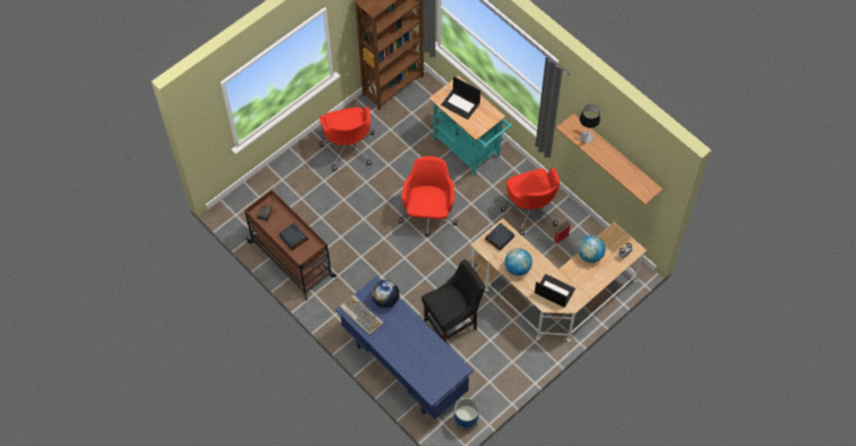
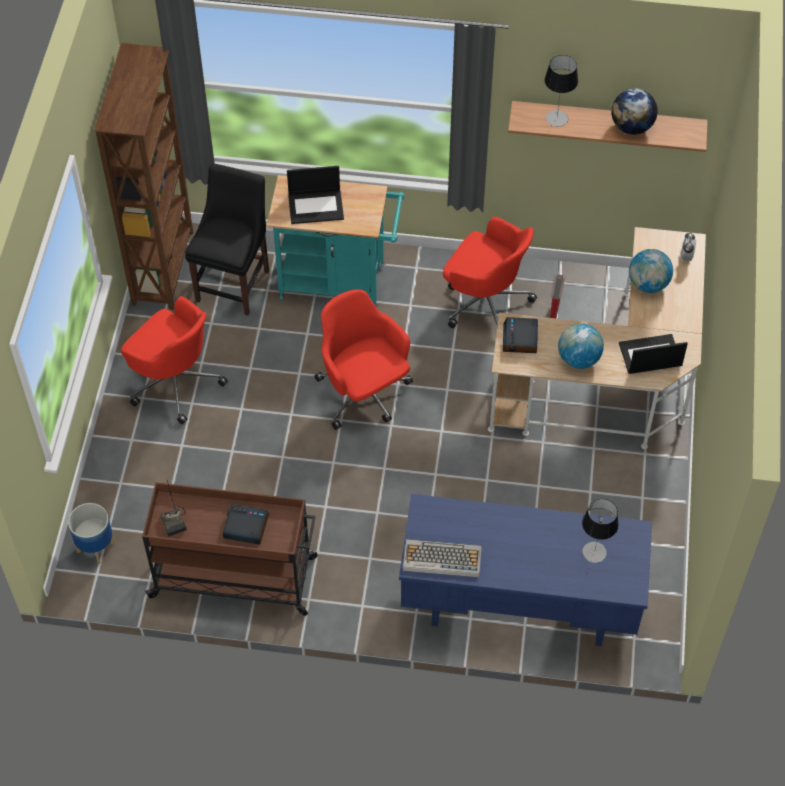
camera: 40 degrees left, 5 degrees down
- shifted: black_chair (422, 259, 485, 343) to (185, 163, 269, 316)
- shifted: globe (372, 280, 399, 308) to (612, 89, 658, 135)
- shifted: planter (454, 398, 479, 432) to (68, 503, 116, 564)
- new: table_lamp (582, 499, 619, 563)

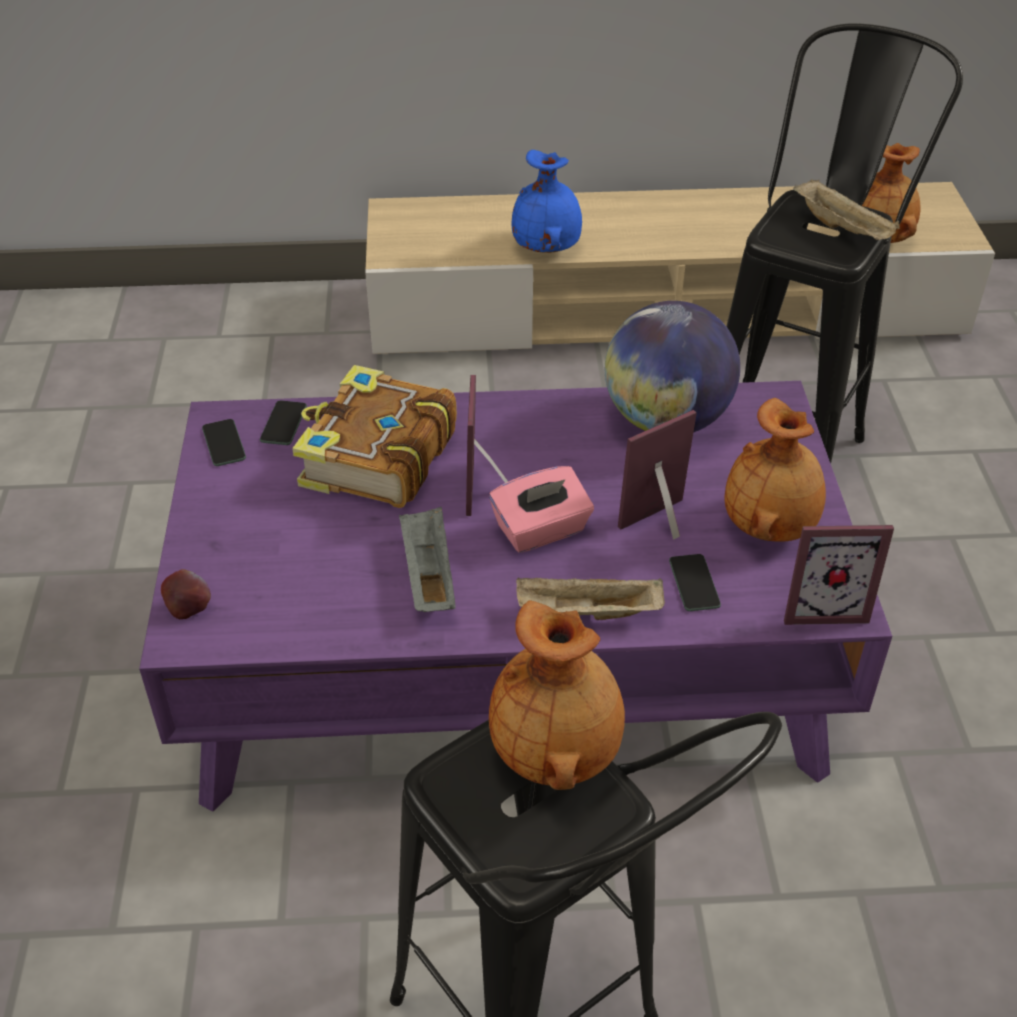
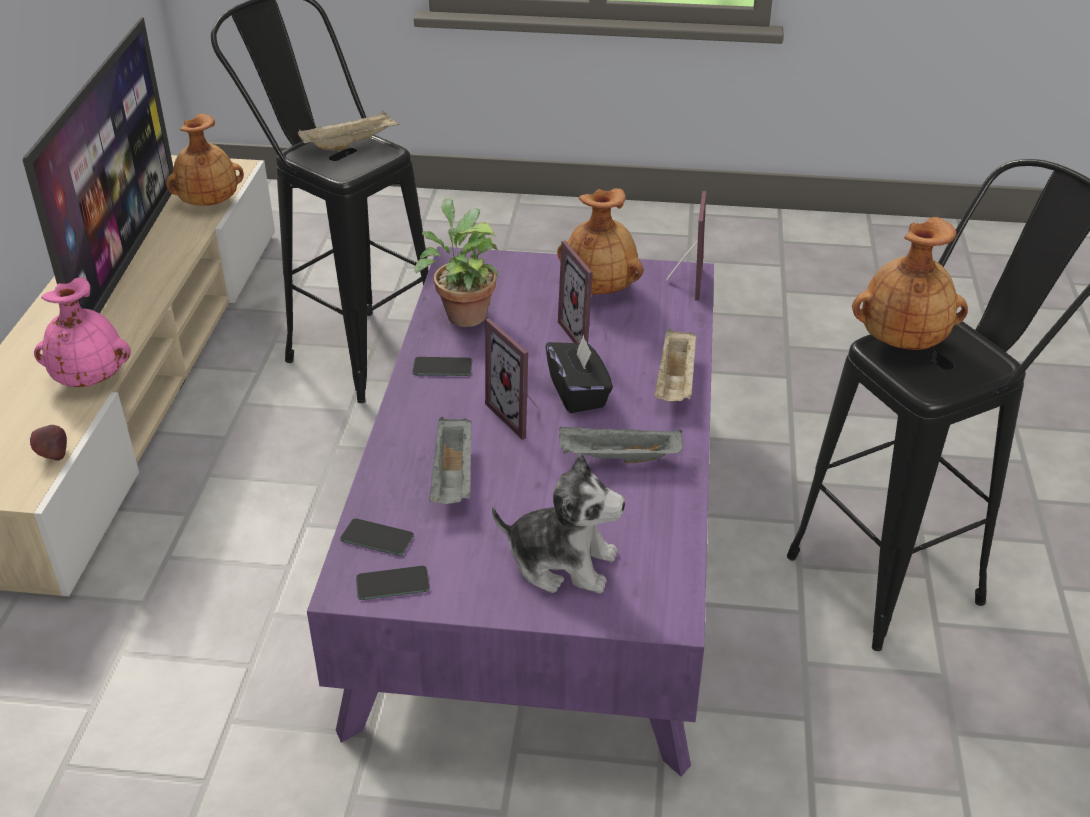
camera: 80 degrees left, 5 degrees down
- repainted: blue_vase (512, 150, 582, 253) to pink_vase (34, 277, 131, 387)
- swapped: globe (605, 301, 740, 433) to potted_plant (414, 198, 500, 327)
- swapped: book (292, 365, 457, 508) to grey_tray (429, 417, 472, 504)
- rotated: picture_frame (466, 375, 508, 516) = (485, 318, 538, 440) 45 degrees clockwise
- repainted: pink_tissue_box (489, 466, 594, 553) to black_tissue_box (546, 334, 613, 413)
- shifted: phone (669, 554, 721, 611) to (412, 357, 472, 376)
- shifted: apple (161, 569, 211, 619) to (30, 425, 67, 461)
- new: television (23, 17, 174, 313)
- new: plush_toy (492, 453, 625, 594)

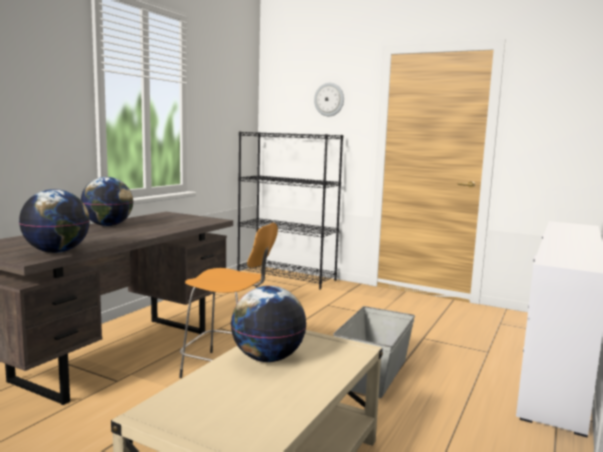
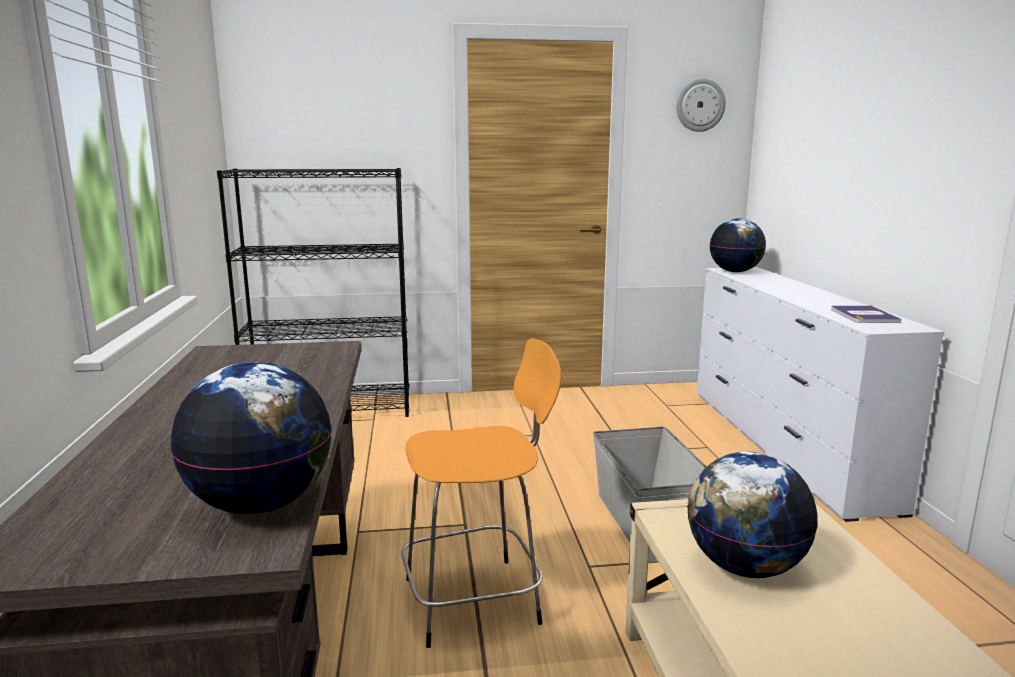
camera: 35 degrees left, 5 degrees up
- shifted: wall_clock (314, 83, 344, 116) to (676, 78, 726, 132)
- shifted: globe (81, 177, 133, 226) to (710, 218, 766, 272)
- new: book (831, 305, 902, 323)

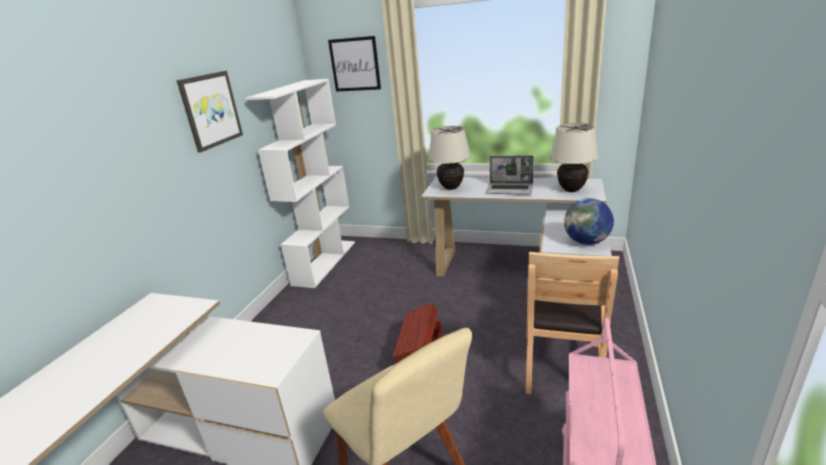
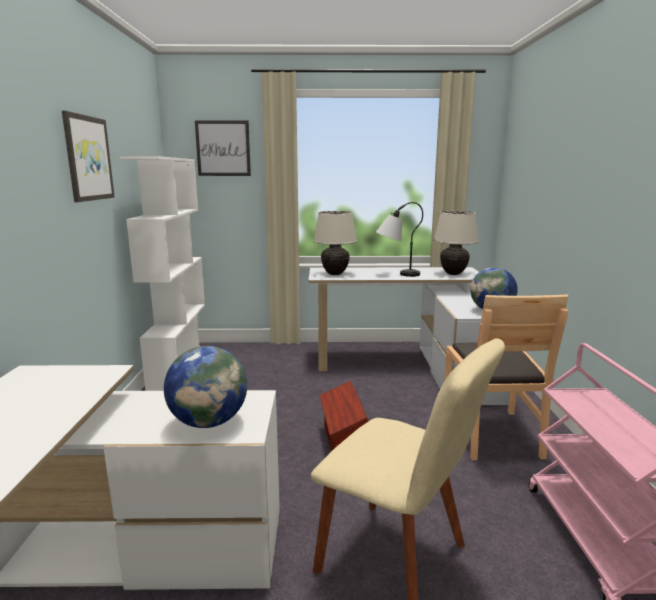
camera: 20 degrees left, 10 degrees down
- swapped: laptop (486, 156, 534, 195) to table_lamp (376, 202, 423, 277)
- new: globe (164, 346, 247, 428)

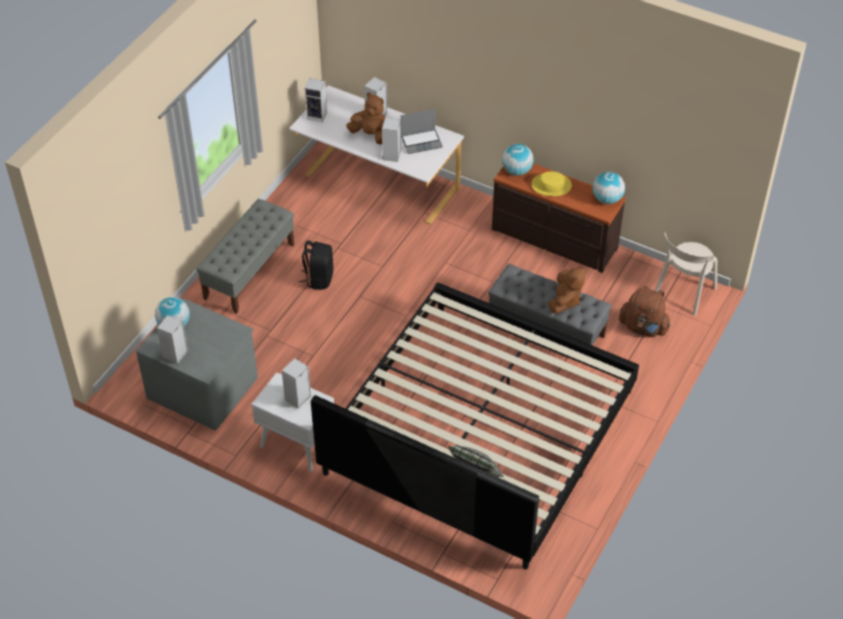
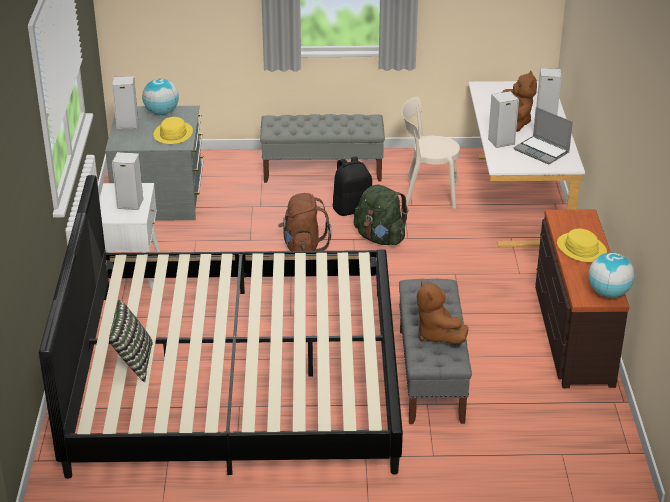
camera: 60 degrees right, 15 degrees down
- gone: speaker (304, 78, 327, 122)
- gone: globe (502, 144, 534, 176)
- shifted: beige_chair (655, 232, 717, 316) to (402, 97, 460, 209)
- rotated: brown_plush_toy (548, 266, 585, 313) = (417, 280, 469, 344) 75 degrees clockwise
- shifted: brown_backpack (619, 286, 671, 336) to (278, 193, 332, 251)
- new: yellow_hat (154, 117, 193, 144)
- new: green_backpack (354, 185, 408, 245)

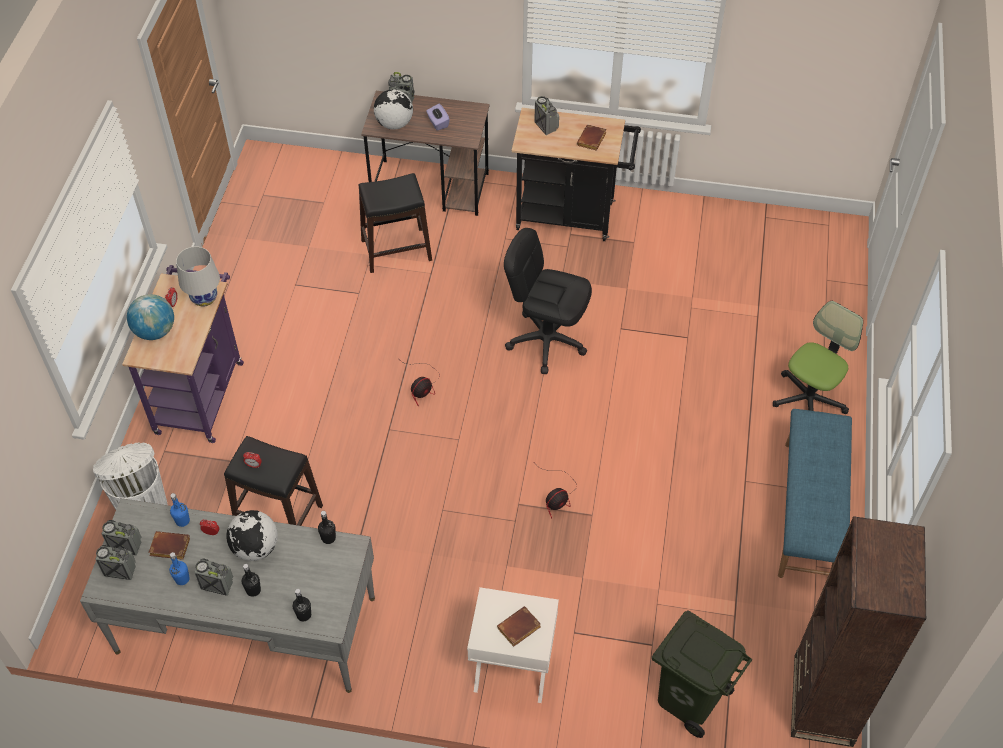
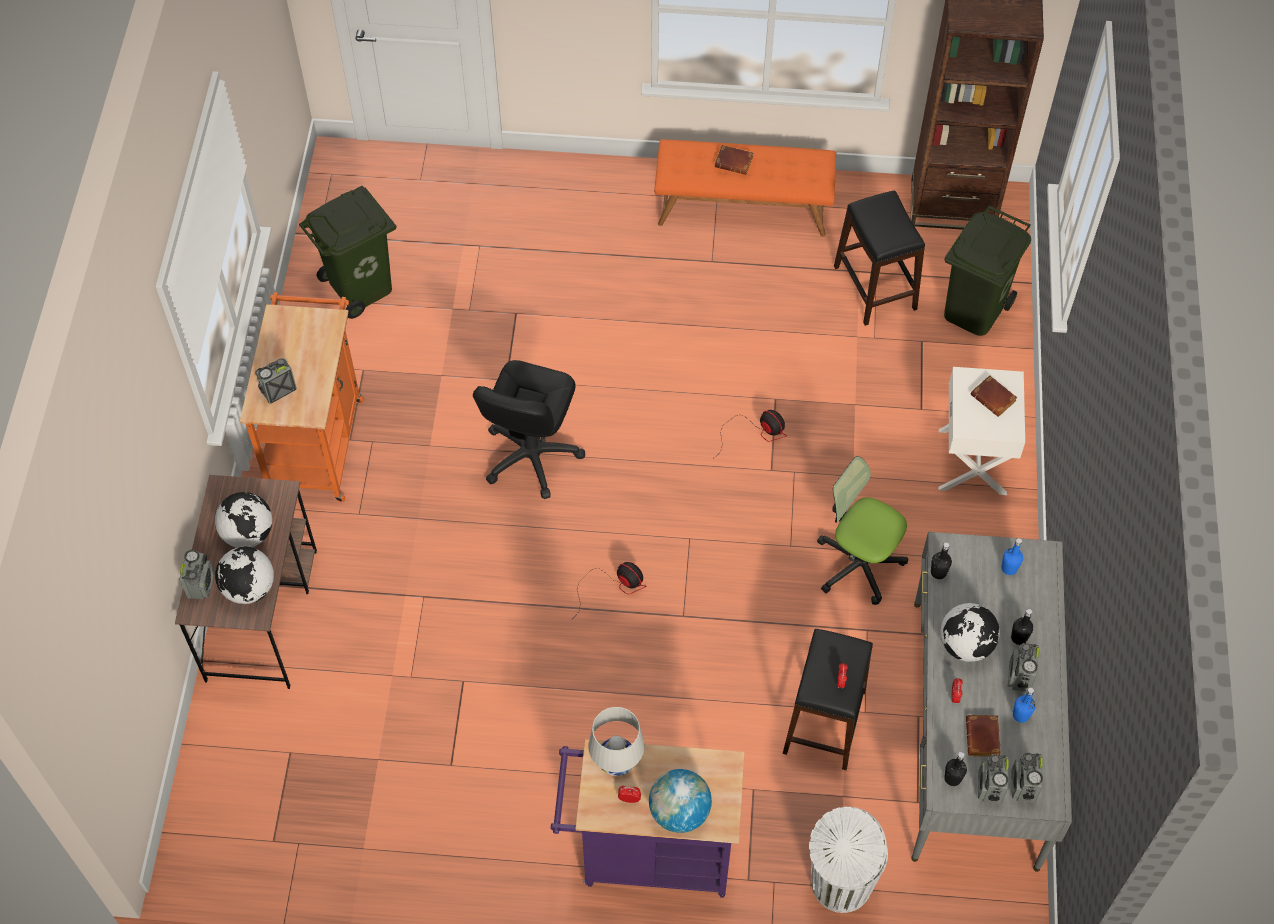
camera: 95 degrees left, 5 degrees up
- swapped: purple_tissue_box (426, 104, 450, 131) to globe (215, 492, 272, 548)
- repainted: black_cart (511, 108, 641, 241) to orange_cart (240, 292, 364, 502)
- shifted: brown_book (577, 125, 606, 151) to (714, 145, 753, 175)
- shifted: black_stool (358, 173, 432, 273) to (834, 191, 925, 326)
- shifted: office_chair (773, 301, 863, 414) to (817, 456, 908, 605)
- repainted: blue_bench (778, 409, 852, 578) to orange_bench (654, 140, 836, 237)
- shifted: blue_bottle (170, 493, 190, 527) to (1001, 538, 1023, 575)
- shifted: black_bottle (293, 589, 311, 621) to (944, 752, 967, 786)
- new: green_trash_can (299, 186, 397, 319)

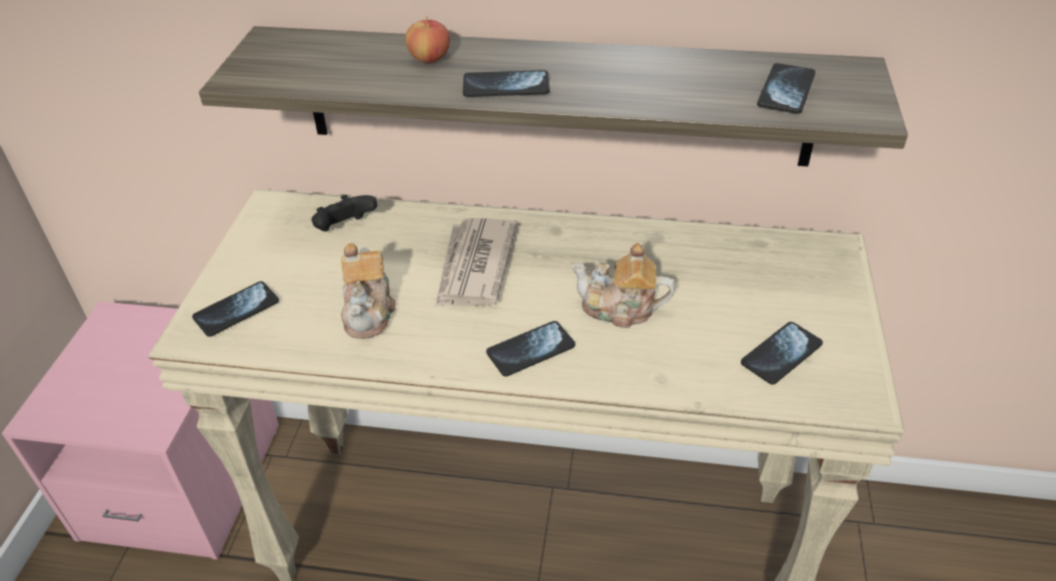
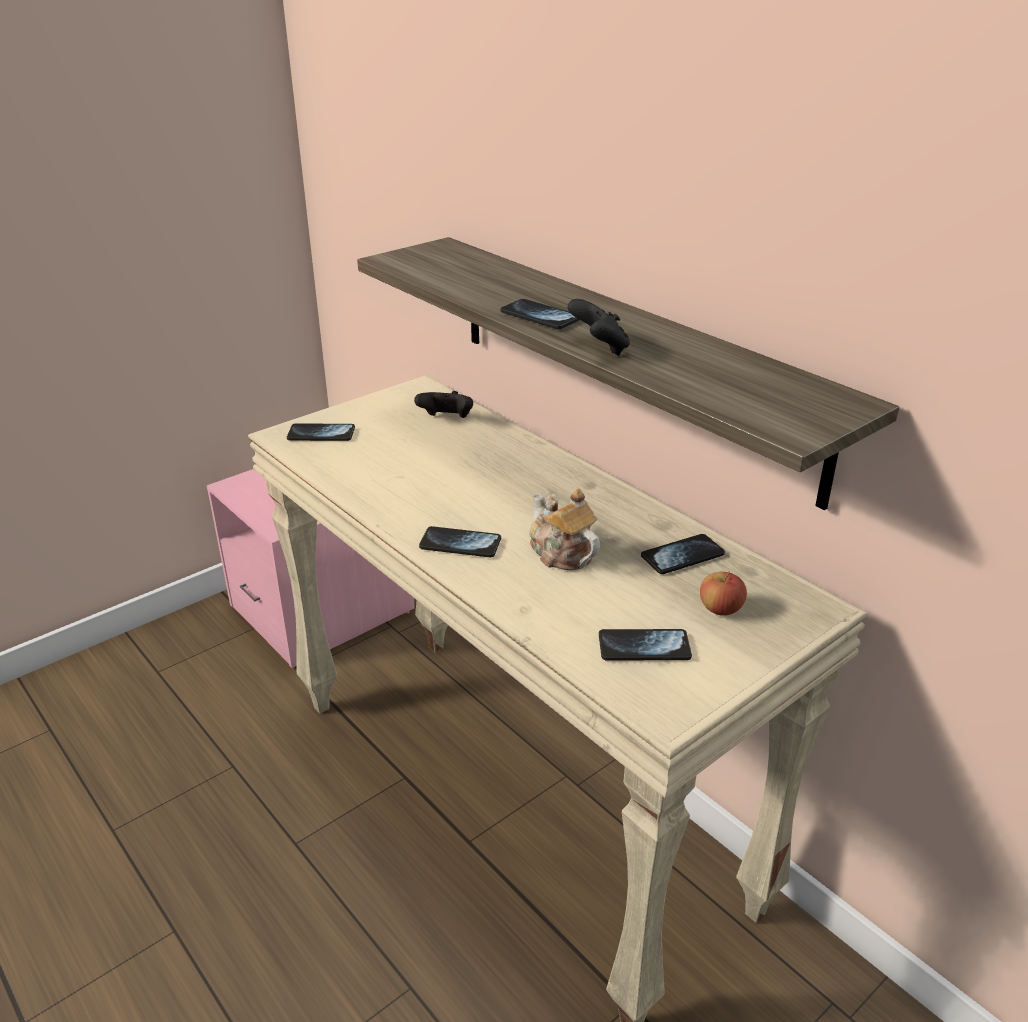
camera: 40 degrees right, 10 degrees down
- shifted: apple (405, 16, 450, 63) to (700, 572, 747, 616)
- shifted: phone (757, 63, 815, 114) to (641, 534, 725, 574)
- gone: newspaper (435, 218, 517, 307)
- gone: teapot (341, 243, 396, 339)
- new: black_game_controller (568, 299, 630, 356)

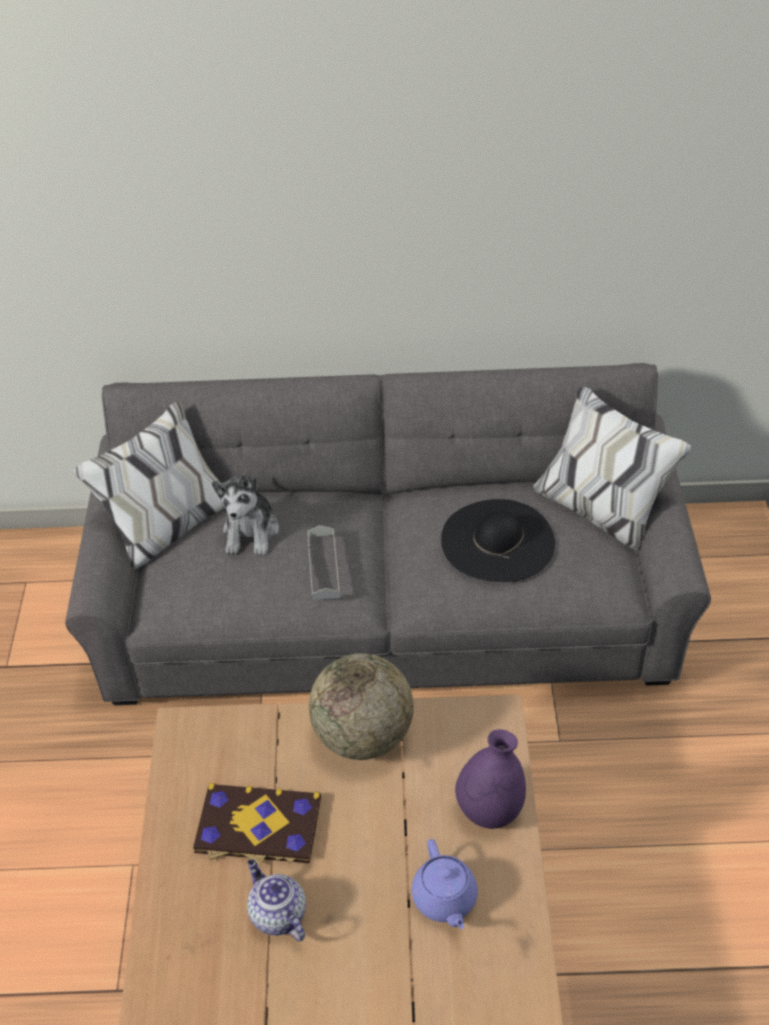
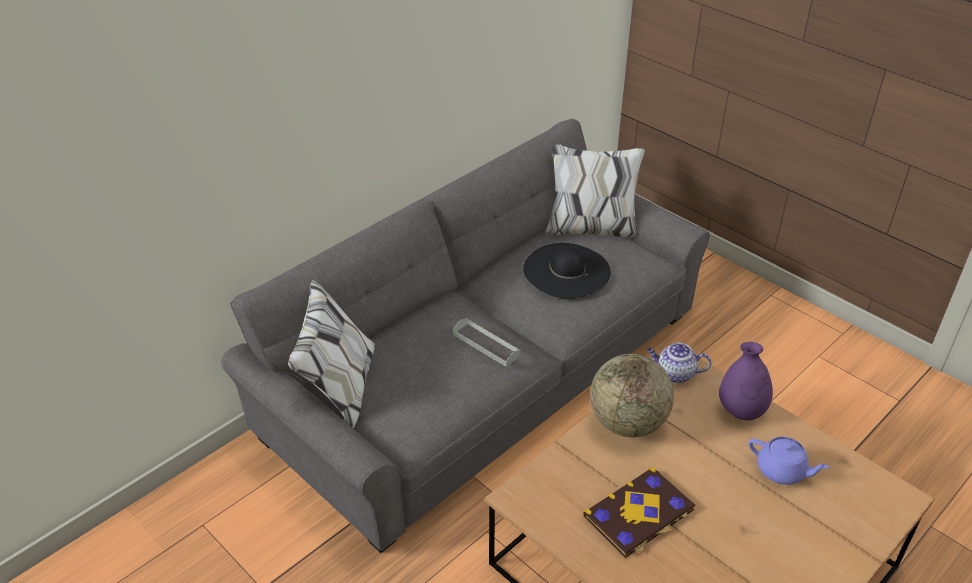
camera: 45 degrees left, 5 degrees down
- gone: plush_toy (212, 474, 279, 555)
- shifted: teapot (247, 859, 306, 942) to (647, 343, 711, 383)

